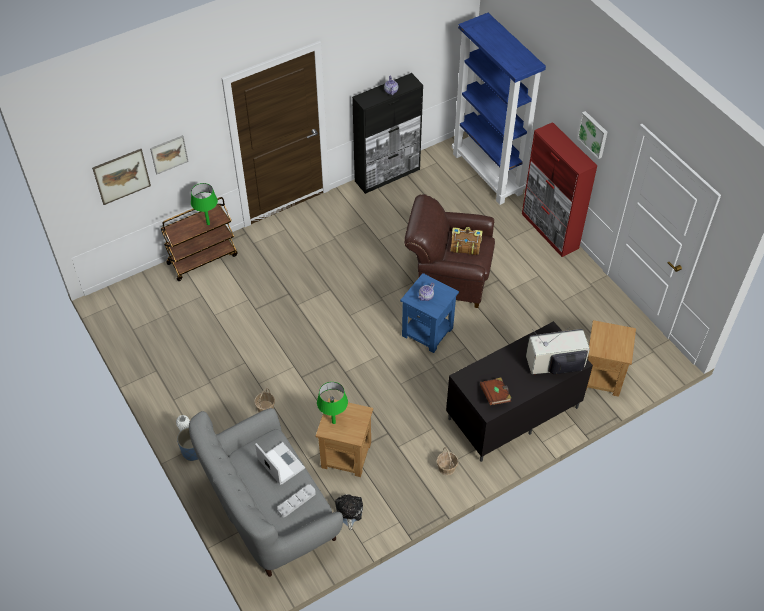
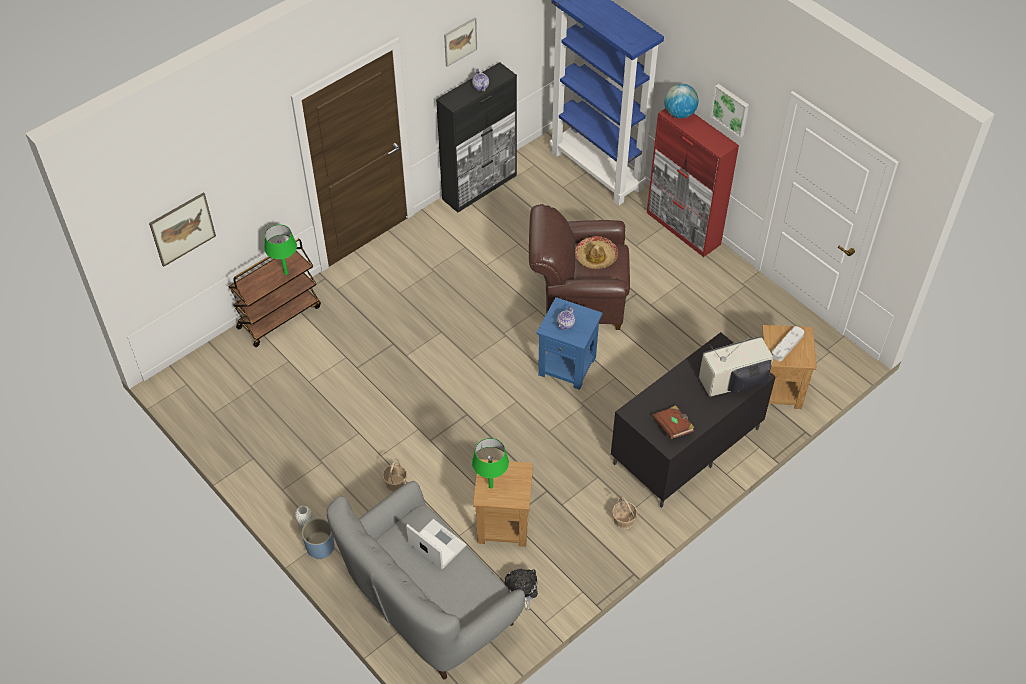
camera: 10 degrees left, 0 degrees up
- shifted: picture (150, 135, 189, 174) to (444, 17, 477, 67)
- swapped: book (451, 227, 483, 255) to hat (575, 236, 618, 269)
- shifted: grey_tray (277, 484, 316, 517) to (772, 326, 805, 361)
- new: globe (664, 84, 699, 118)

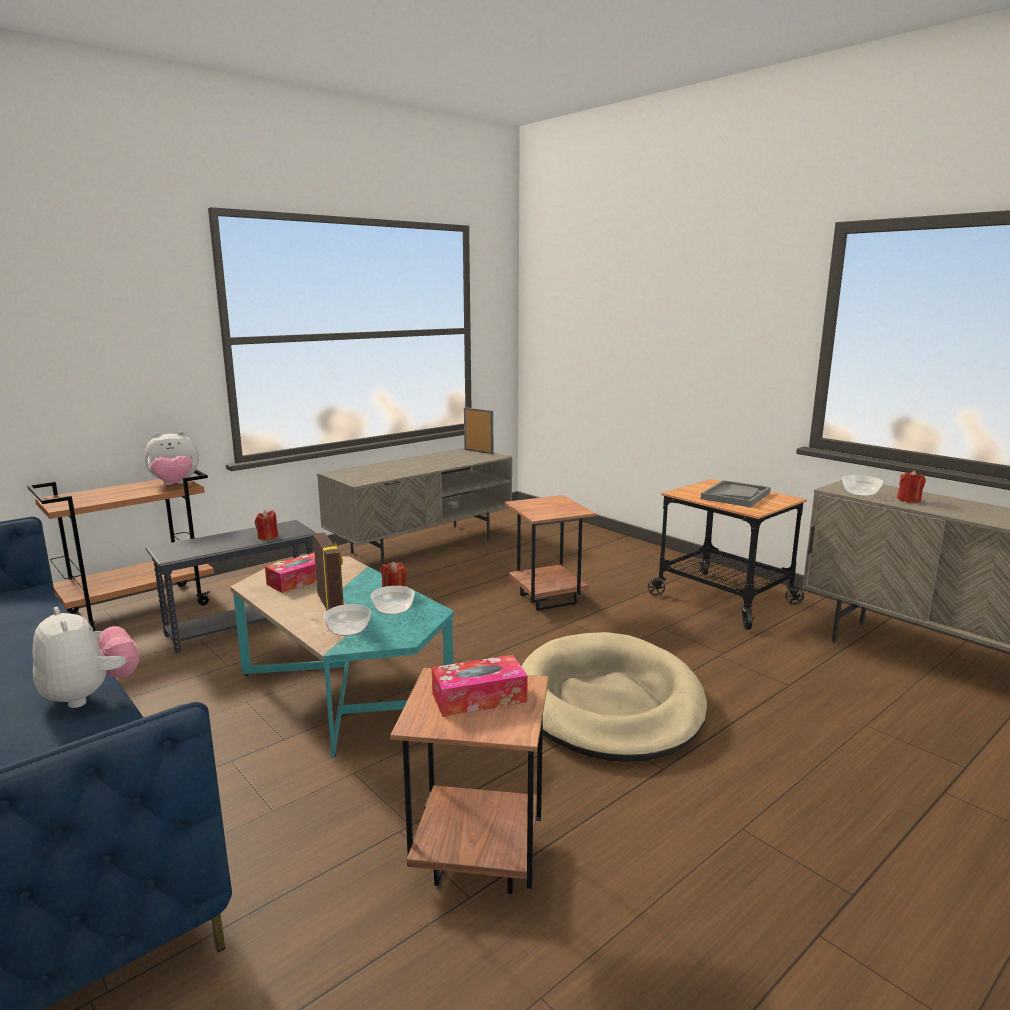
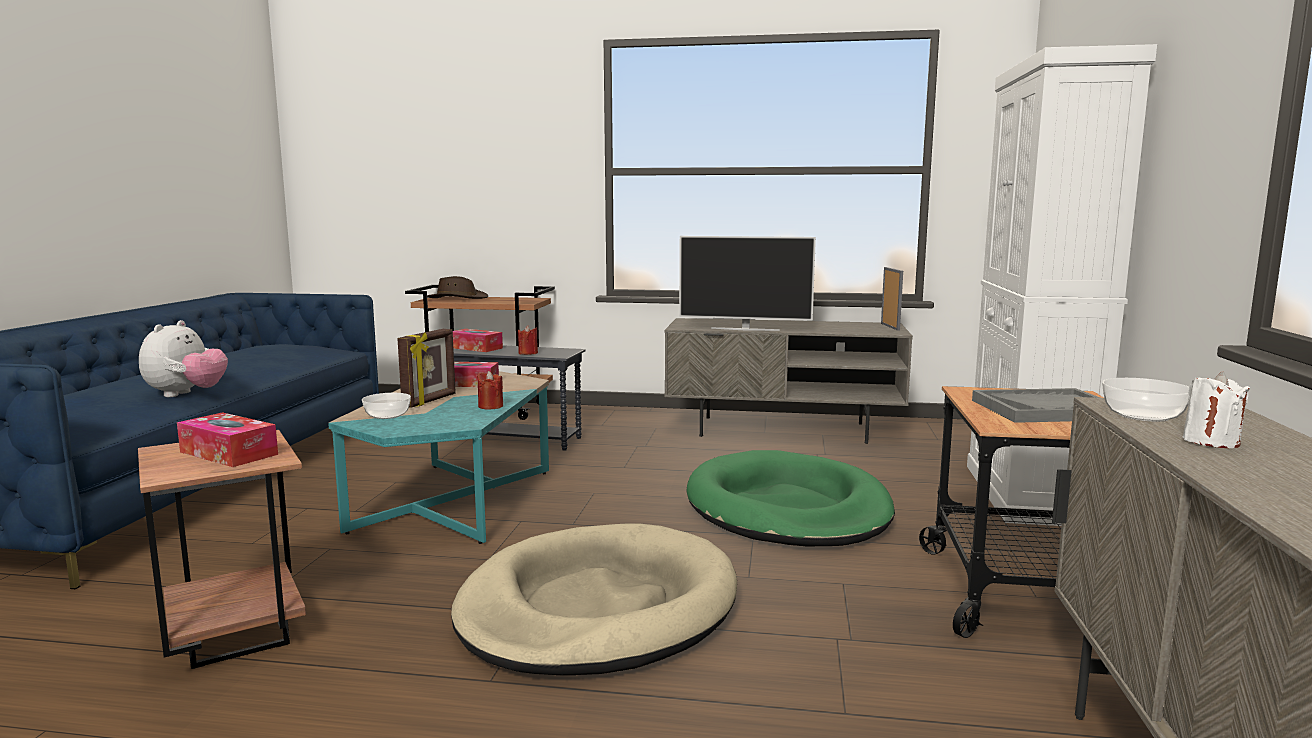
camera: 50 degrees right, 5 degrees down
- gone: plush_toy (144, 431, 199, 485)
- repainted: red_candle (897, 470, 926, 503) to white_candle (1183, 372, 1250, 448)
- swapped: brown_side_table (504, 495, 596, 611) to green_dog_bed (687, 450, 895, 546)
- gone: bowl (371, 586, 415, 615)
- new: white_cabinet (967, 44, 1157, 526)
- new: television (679, 236, 816, 331)
- new: brown_hat (427, 276, 488, 299)
- new: tissue_box (453, 329, 503, 352)

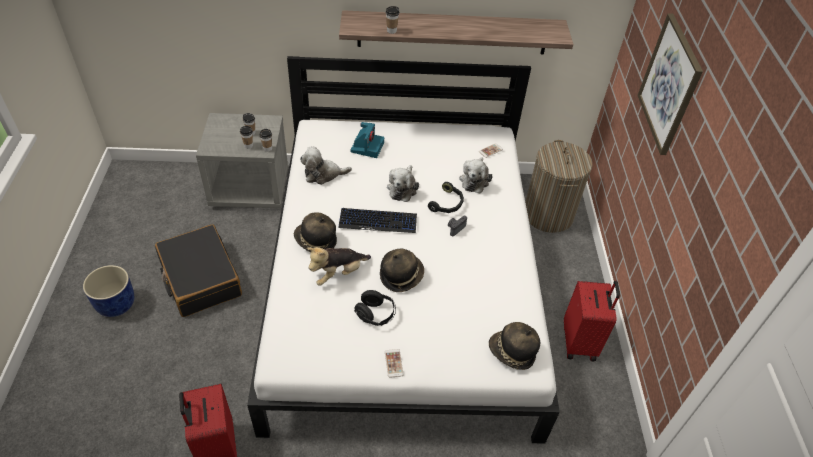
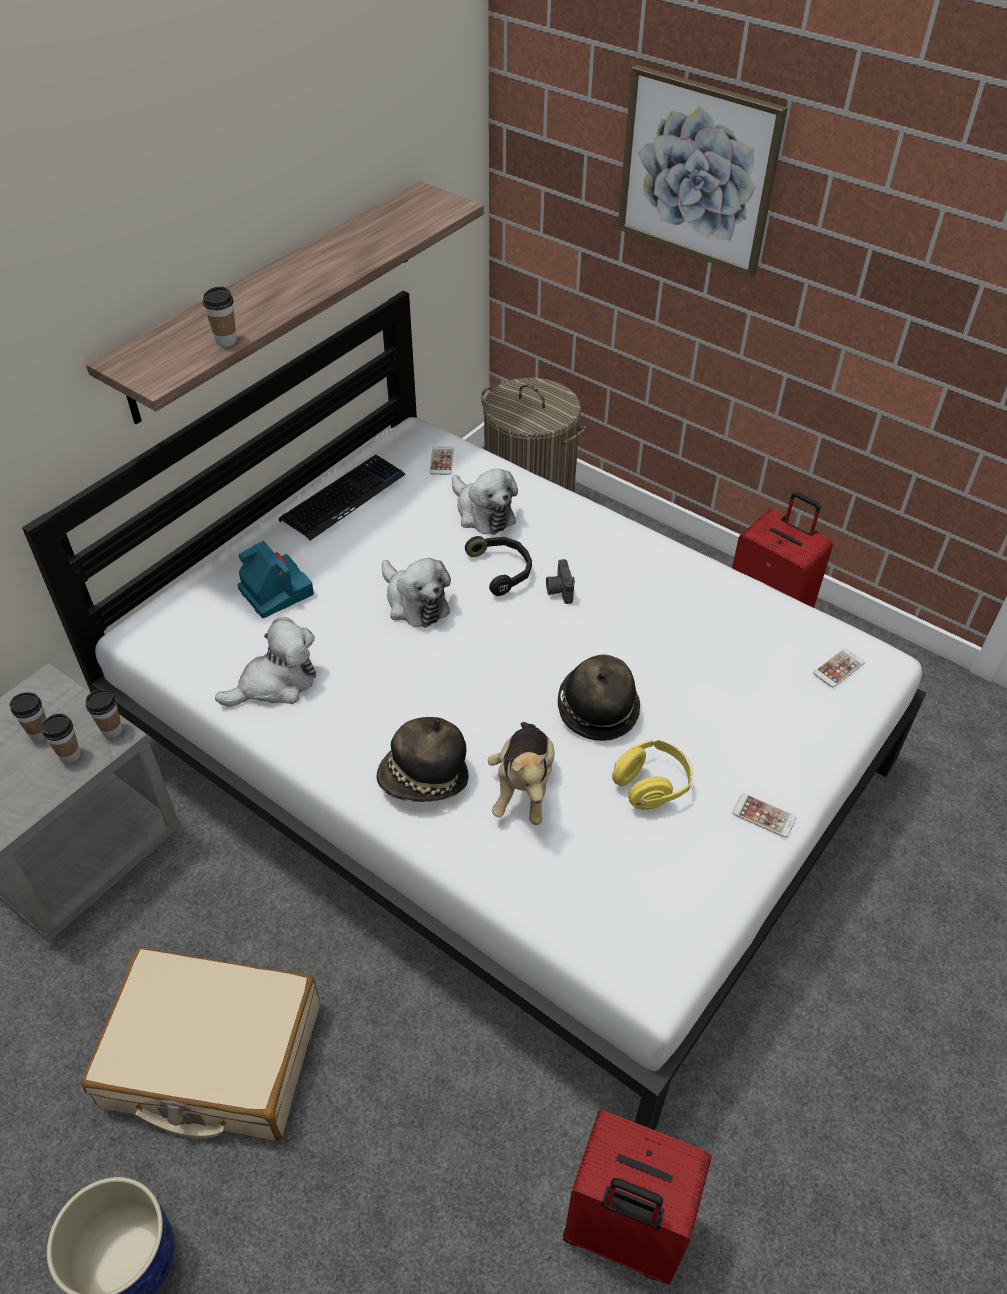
camera: 50 degrees left, 0 degrees up
- rotated: plush_toy (300, 147, 352, 185) = (215, 617, 316, 707) 150 degrees counterclockwise
- shifted: keyboard (338, 208, 417, 233) to (279, 455, 406, 541)
- repainted: black_suitcase (155, 225, 242, 317) to beige_suitcase (82, 947, 320, 1141)
- repainted: black_headphones (354, 290, 396, 326) to yellow_headphones (612, 740, 693, 810)
- swapped: hat (489, 322, 540, 370) to phone (813, 648, 865, 687)

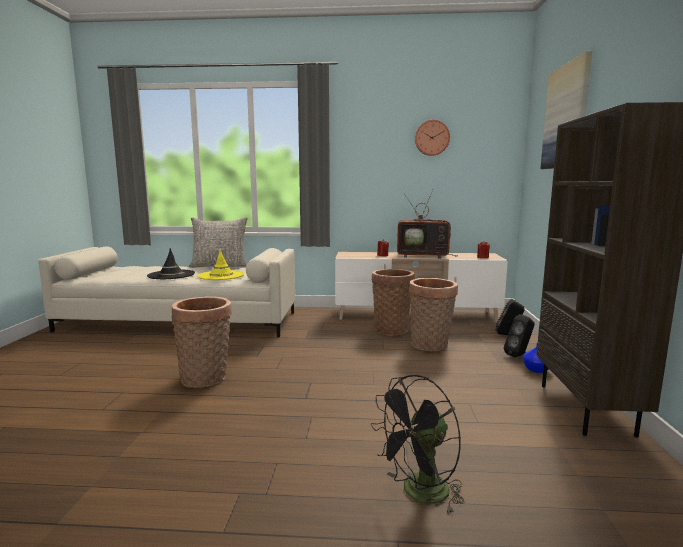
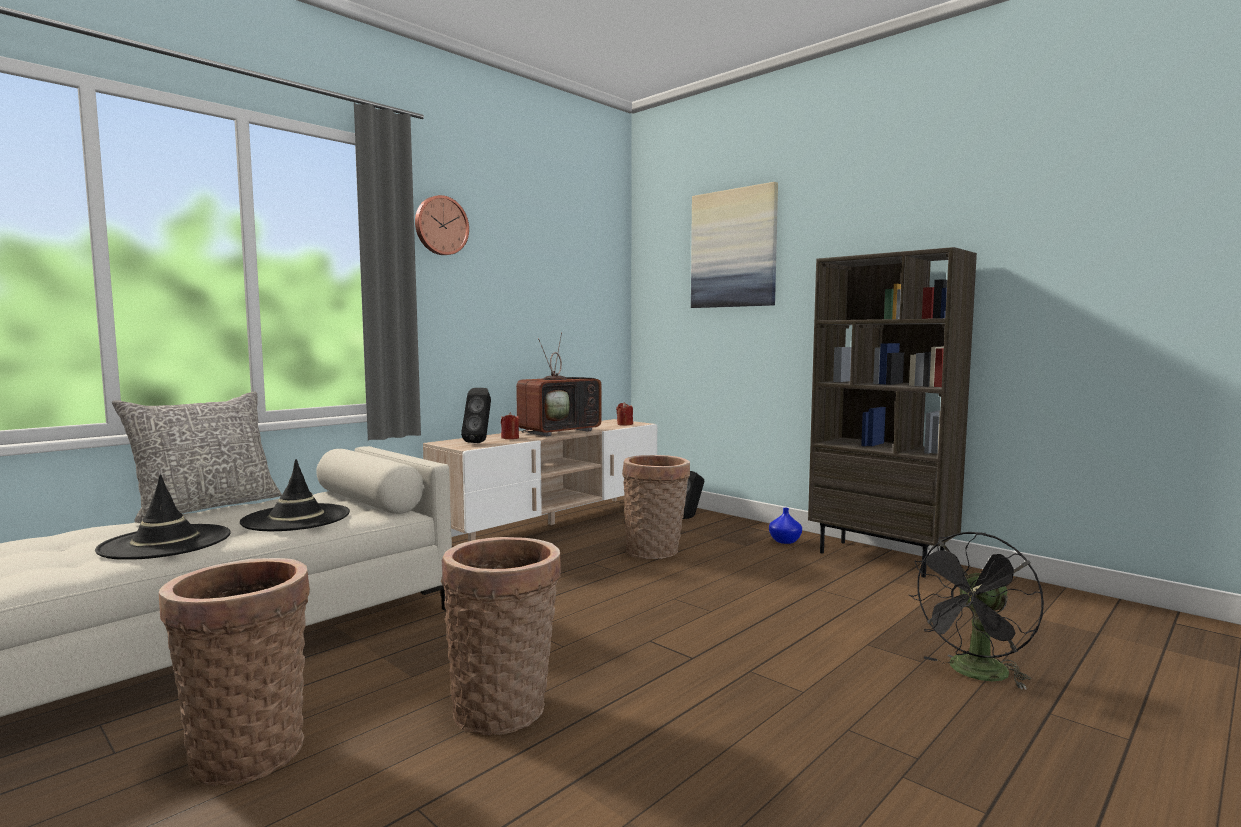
camera: 50 degrees left, 5 degrees down
- shifted: wall_clock (415, 120, 450, 156) to (415, 195, 469, 255)
- repainted: yellow_hat (198, 249, 244, 280) to black_hat (240, 459, 350, 531)
- shifted: basket (372, 269, 415, 336) to (159, 558, 310, 786)
- shifted: black_speaker (504, 314, 535, 357) to (461, 388, 491, 443)
- rotated: black_fan (371, 375, 465, 515) = (909, 532, 1044, 690) 45 degrees clockwise

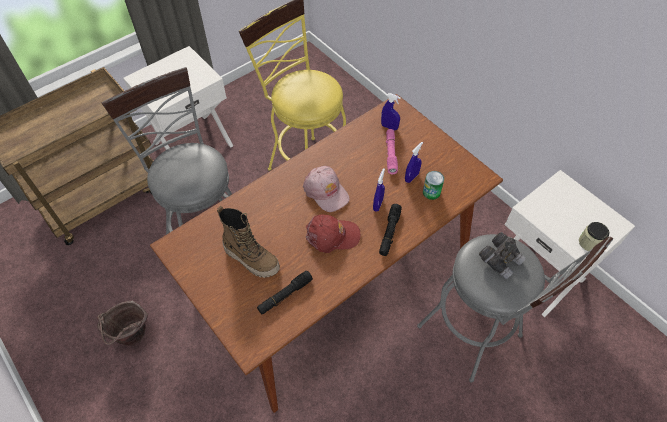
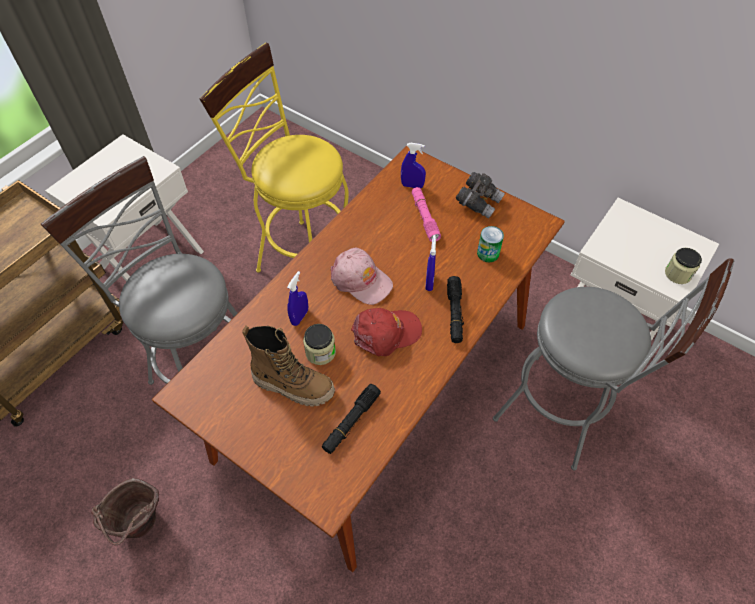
camera: 15 degrees left, 0 degrees up
- shifted: blue_spray_bottle (405, 142, 423, 183) to (287, 271, 308, 326)
- shifted: grey_binoculars (479, 232, 526, 280) to (456, 172, 505, 219)
- new: jar (303, 324, 336, 365)

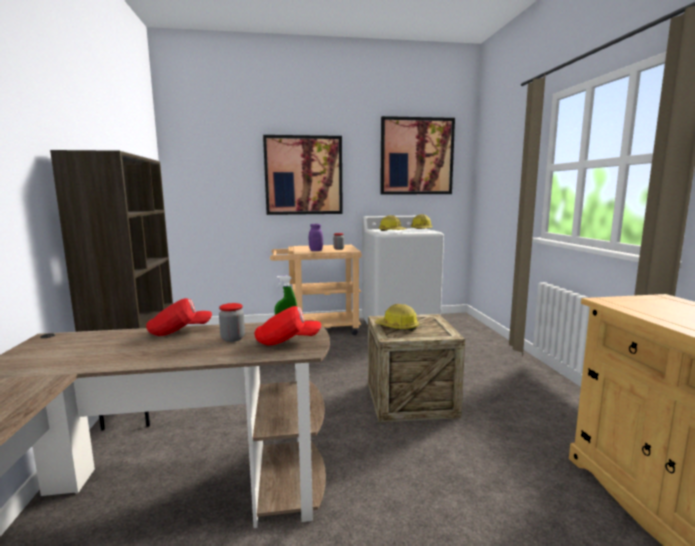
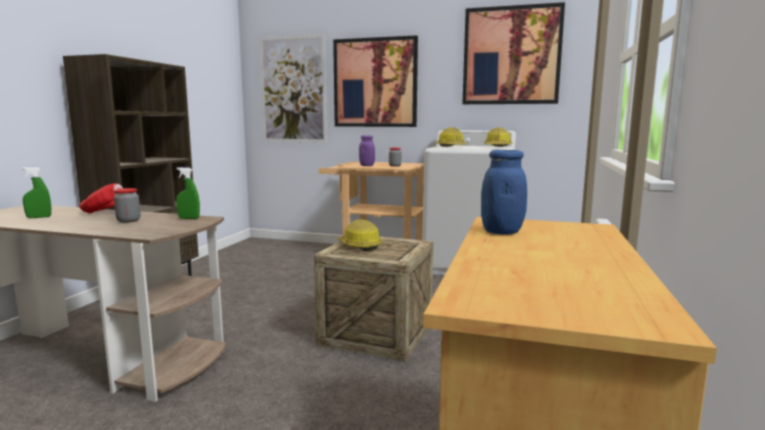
camera: 25 degrees right, 0 degrees up
- gone: red_cap (254, 306, 321, 345)
- new: picture (259, 34, 327, 143)
- new: blue_jar (481, 150, 527, 234)
- new: green_spray_bottle (22, 167, 51, 218)

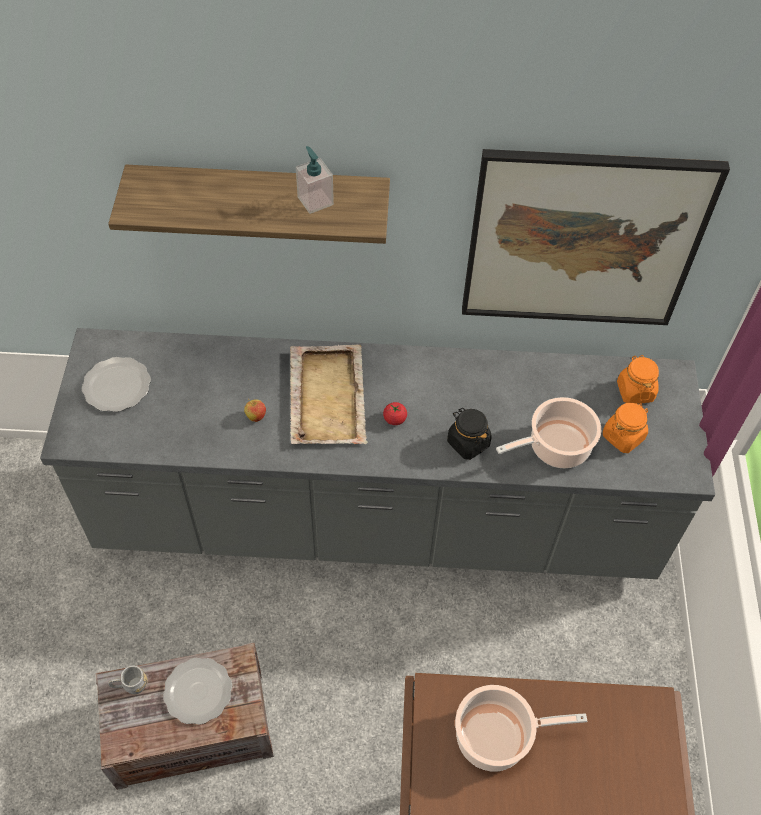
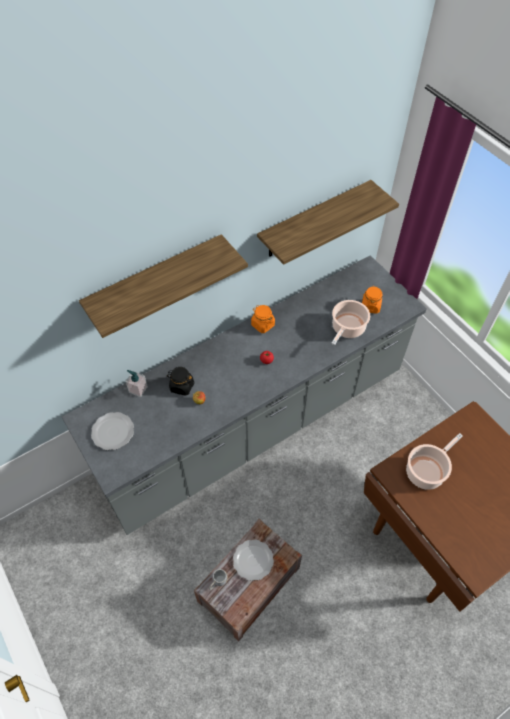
camera: 35 degrees left, 0 degrees up
- shifted: soap_dispenser (296, 146, 334, 214) to (125, 370, 148, 397)
- swapped: picture (462, 149, 730, 325) to shelf (257, 180, 399, 265)
- gone: beige_tray (290, 344, 368, 444)
- shifted: orange_jar (617, 355, 659, 404) to (251, 305, 275, 333)
- shifted: black_jar (447, 408, 492, 460) to (167, 367, 195, 396)

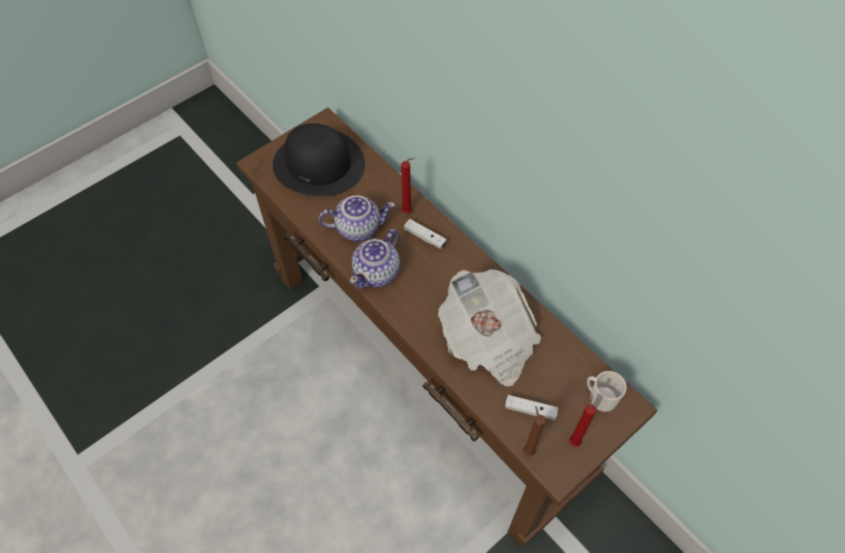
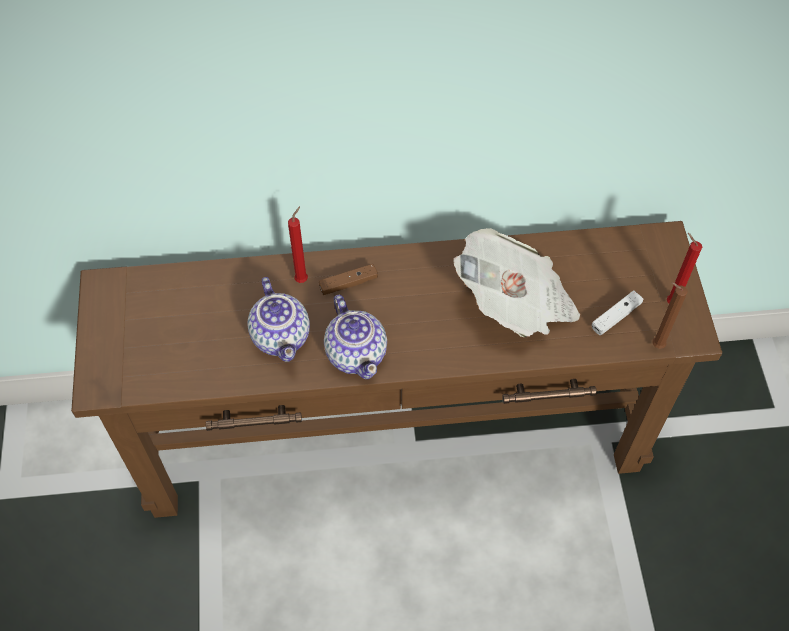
camera: 55 degrees left, 0 degrees up
- gone: black_hat (273, 123, 365, 196)
- rotated: teapot (318, 195, 395, 242) = (248, 277, 310, 362) 135 degrees clockwise
- repainted: white_game_controller (404, 219, 447, 249) to brown_game_controller (319, 264, 378, 295)
- gone: mug (587, 371, 627, 412)

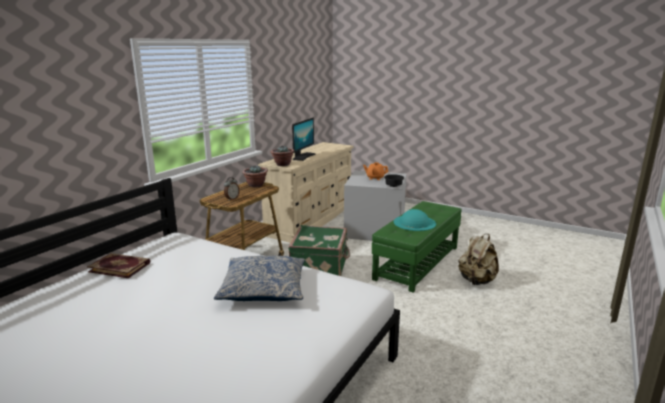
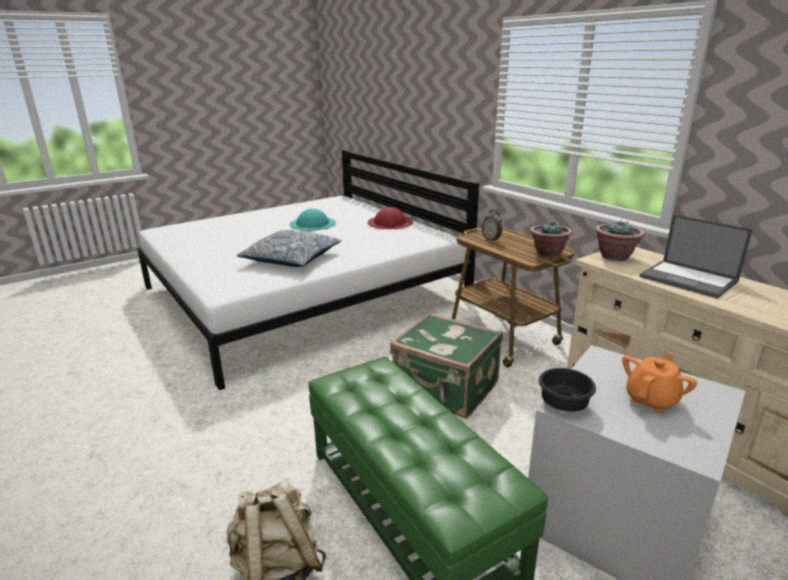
camera: 115 degrees right, 5 degrees up
- swapped: monitor (292, 117, 316, 161) to laptop (639, 214, 753, 299)
- shifted: turquoise_hat (394, 209, 436, 231) to (290, 209, 336, 231)
- swapped: book (87, 253, 150, 278) to red_hat (367, 207, 413, 229)

